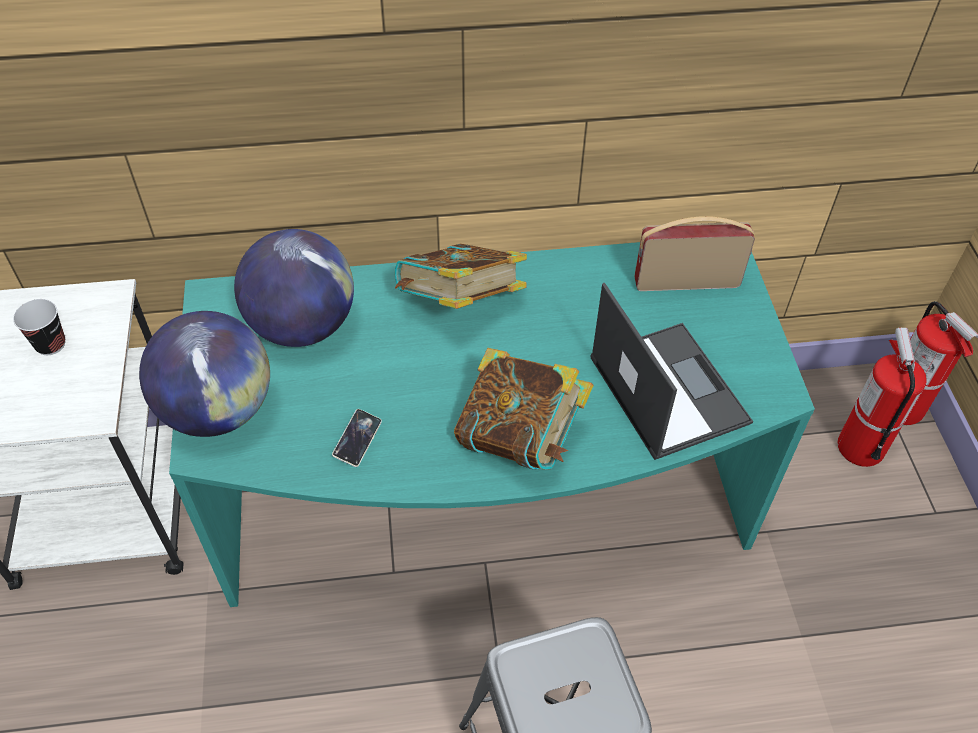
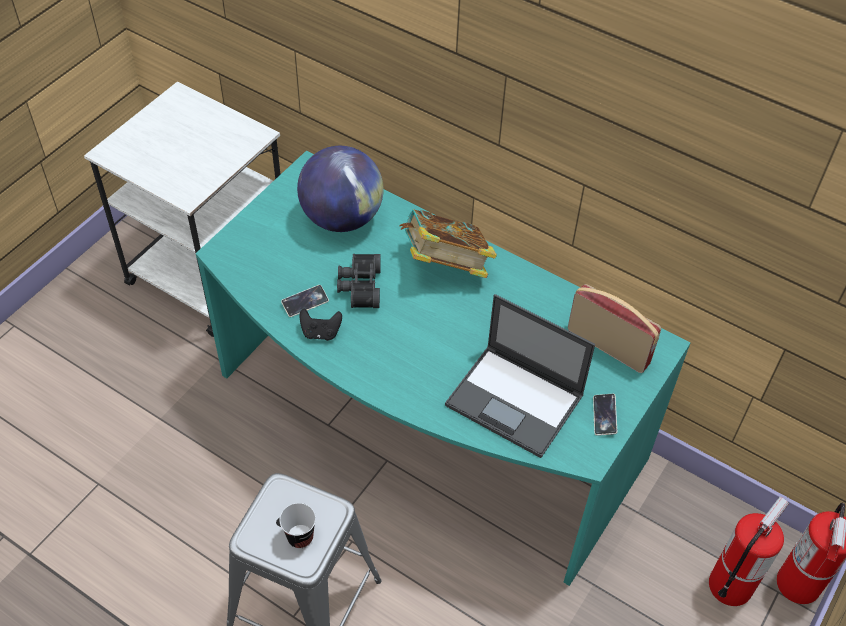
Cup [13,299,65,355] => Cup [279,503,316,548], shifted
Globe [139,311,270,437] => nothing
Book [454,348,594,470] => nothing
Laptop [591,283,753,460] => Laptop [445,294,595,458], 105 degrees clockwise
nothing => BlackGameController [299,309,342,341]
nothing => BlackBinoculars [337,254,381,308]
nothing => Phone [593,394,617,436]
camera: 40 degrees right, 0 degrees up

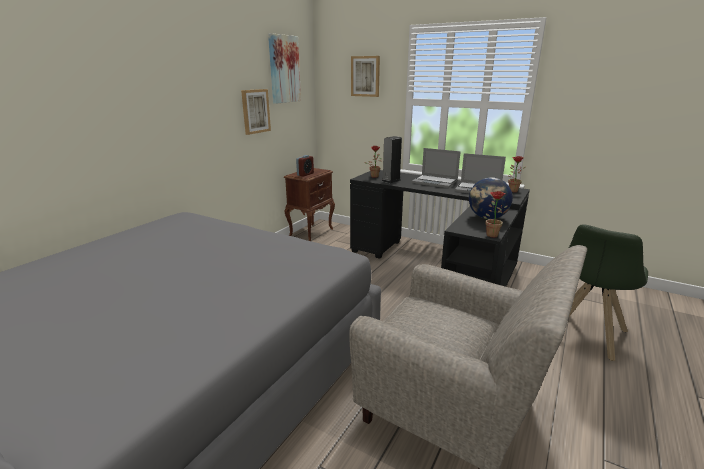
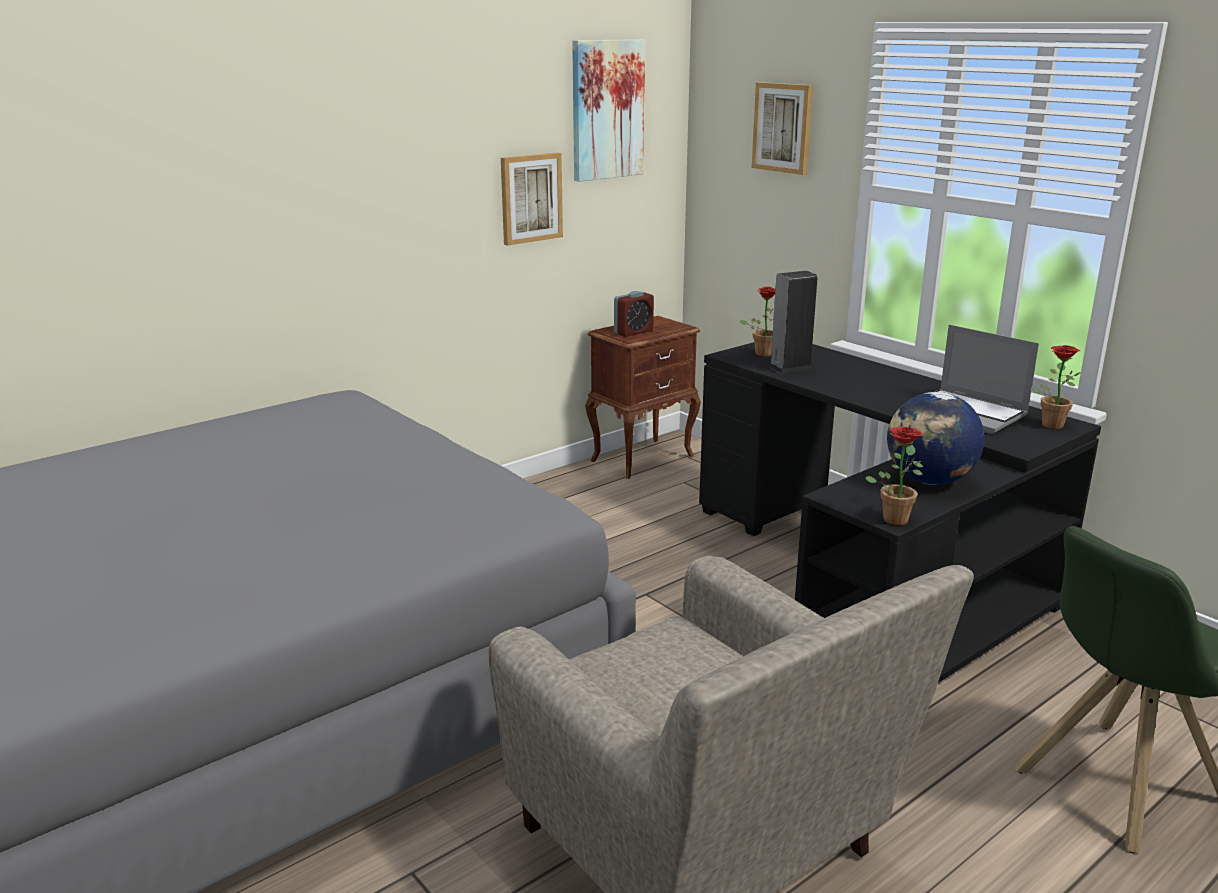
Laptop [412,148,461,188] => nothing
camera: 20 degrees right, 0 degrees up

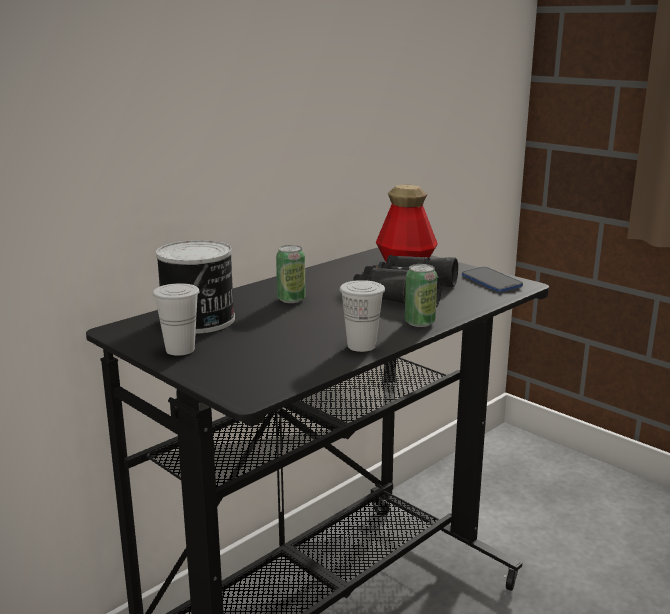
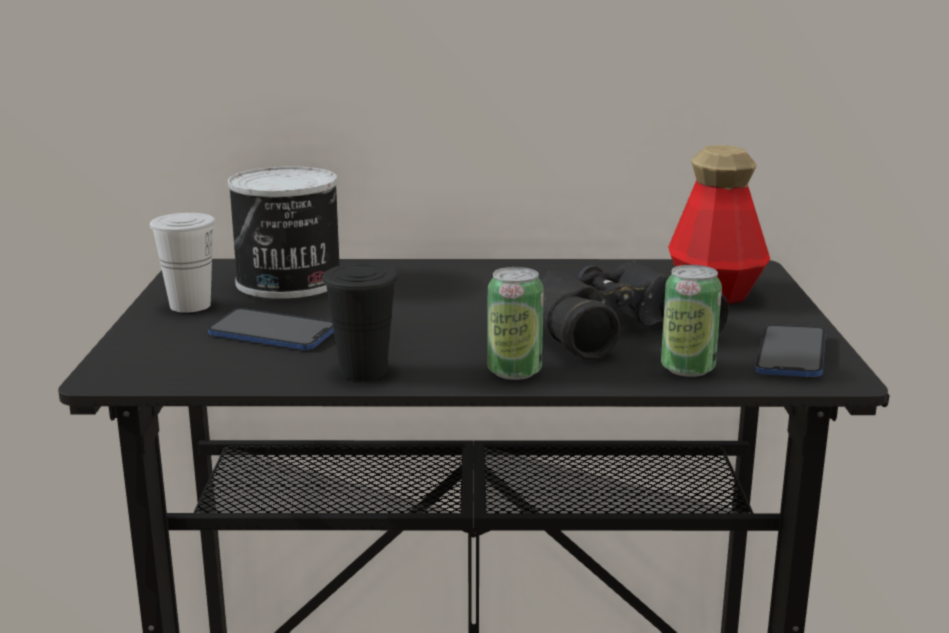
Can [276,245,305,303] => Can [661,265,722,377], shifted
WhiteCup [340,280,385,352] => BlackCup [322,263,398,381]
nothing => Phone [208,308,334,350]
camera: 45 degrees right, 0 degrees up

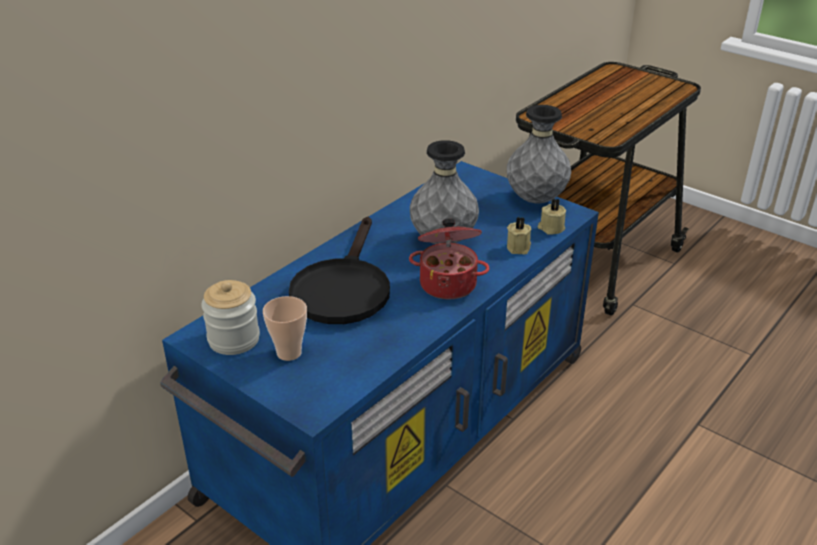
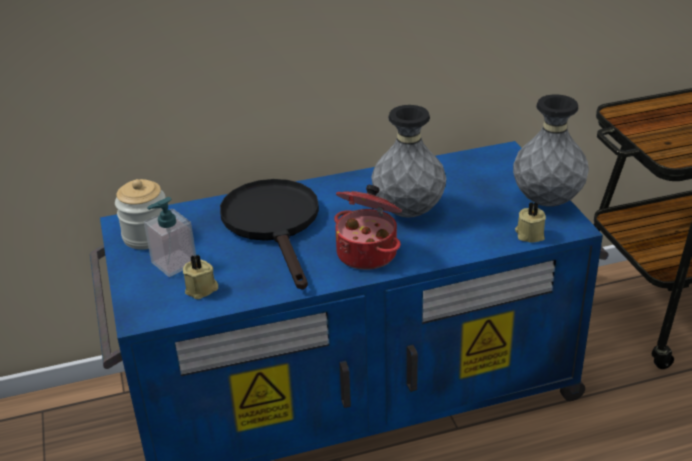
Cup [263,296,307,361] => SoapDispenser [144,197,196,277]
BlackFryingPan [289,217,390,324] => BlackFryingPan [220,179,319,290], 120 degrees clockwise
BeigeCandle [507,217,531,254] => BeigeCandle [183,254,218,299], shifted
camera: 35 degrees right, 0 degrees up

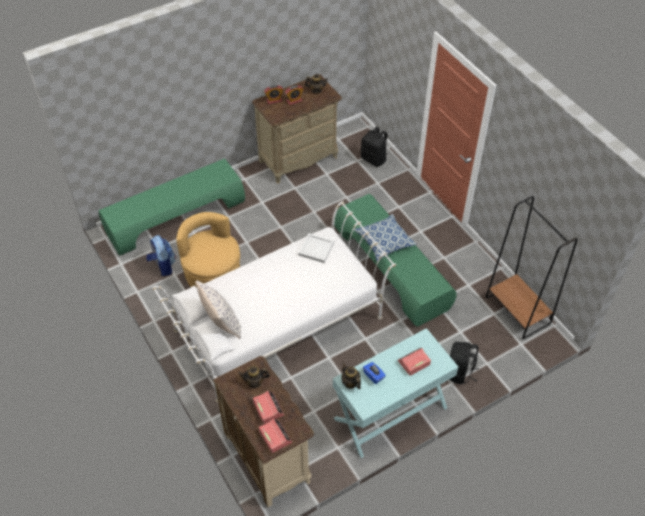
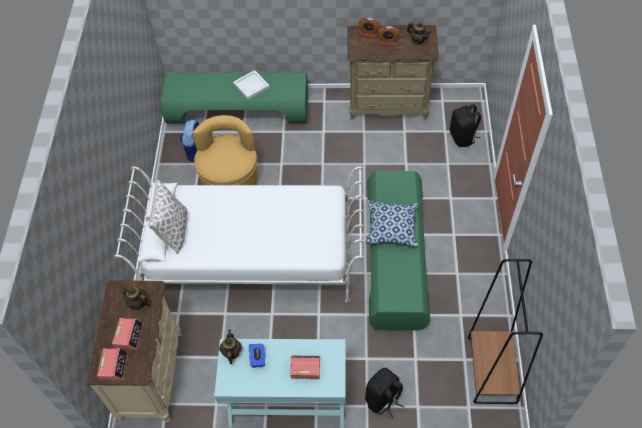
WhiteTray [298,233,334,263] => WhiteTray [233,70,270,100], shifted
camera: 35 degrees right, 5 degrees up

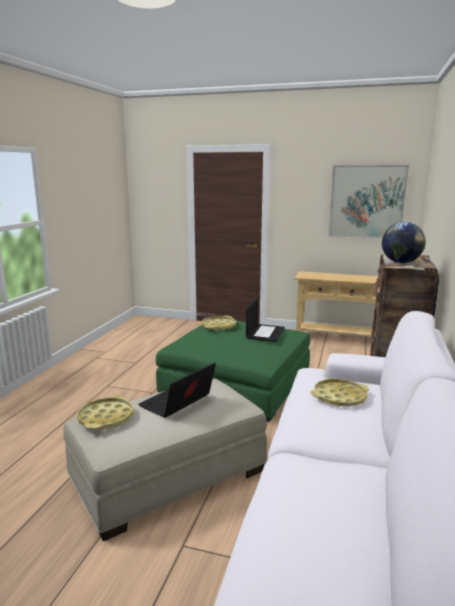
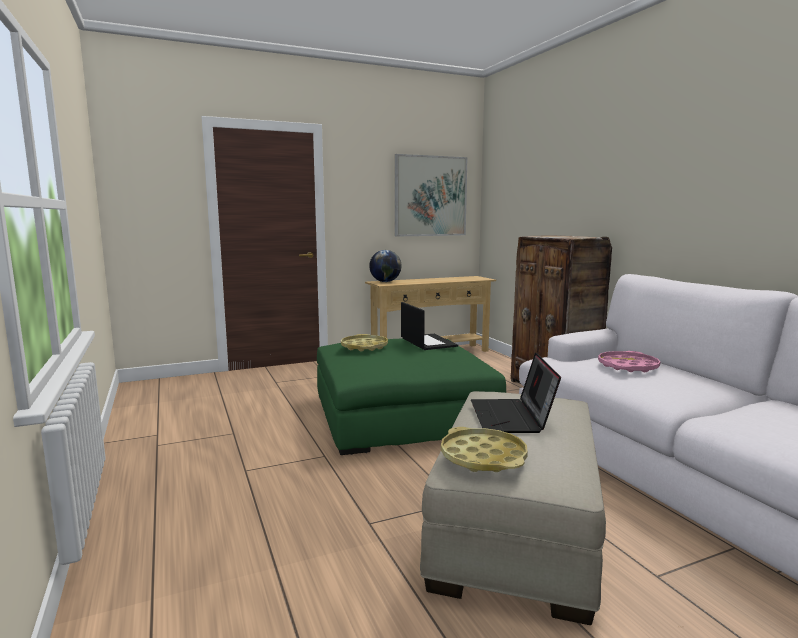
YellowTray [311,379,369,406] => PinkTray [598,351,660,372]
Globe [382,222,426,263] => Globe [369,250,401,282], shifted
camera: 40 degrees left, 5 degrees down

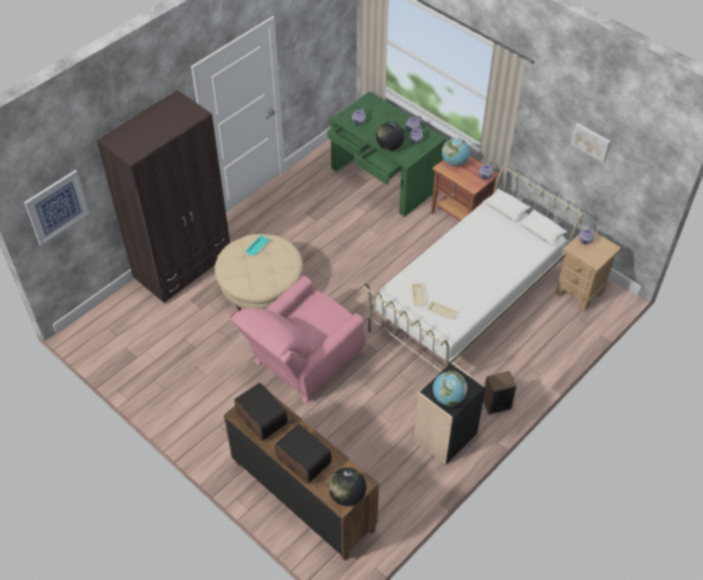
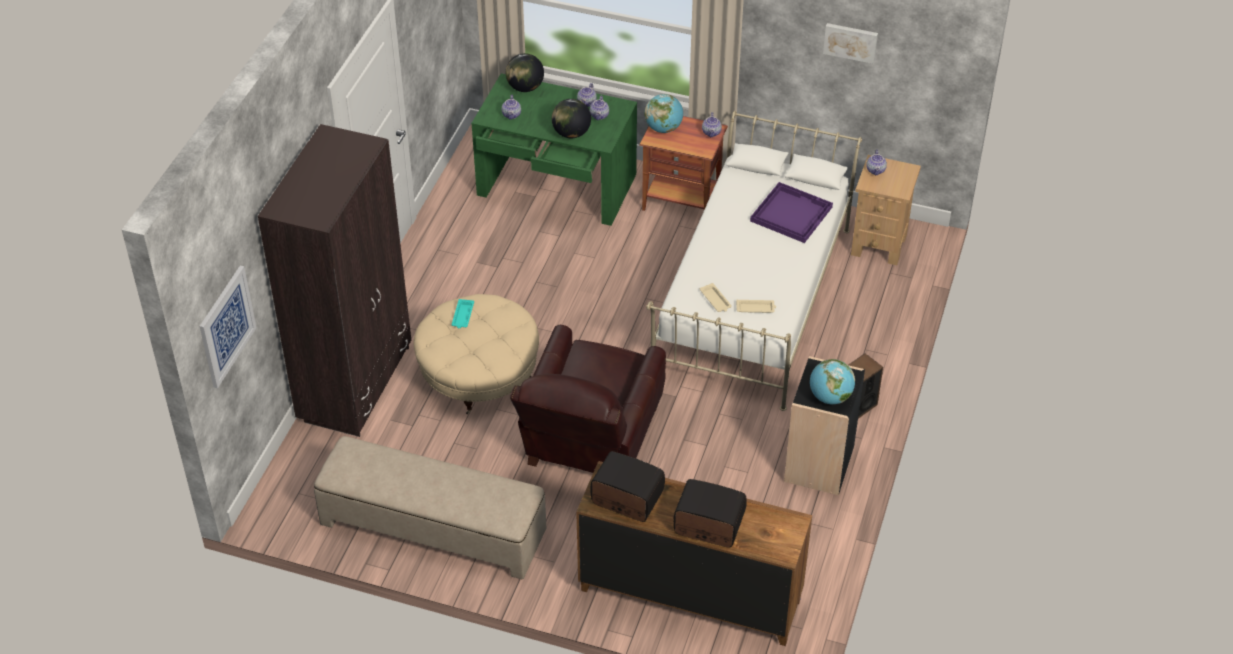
PinkArmchair [229,276,366,404] => BrownArmchair [510,325,666,473]
Globe [329,468,366,506] => Globe [506,53,544,92], shifted
nothing => BeigeBench [314,436,546,579]
nothing => PurpleTray [750,182,833,243]
camera: 25 degrees left, 5 degrees down

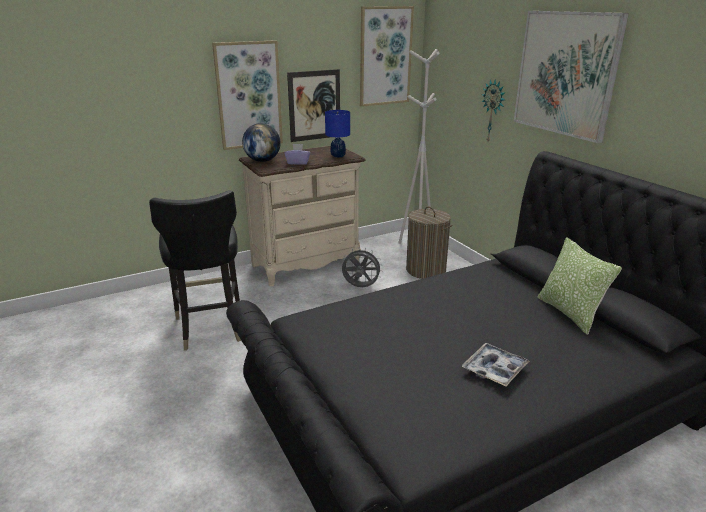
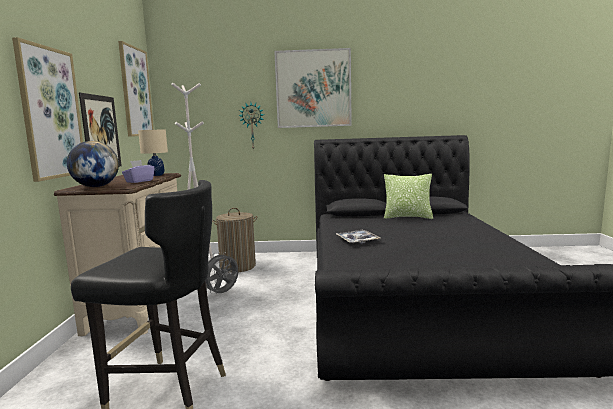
BlueTableLamp [325,110,350,158] => BeigeTableLamp [138,129,168,176]
Tray [462,343,530,386] => Tray [336,230,380,244], shifted
camera: 60 degrees left, 15 degrees down

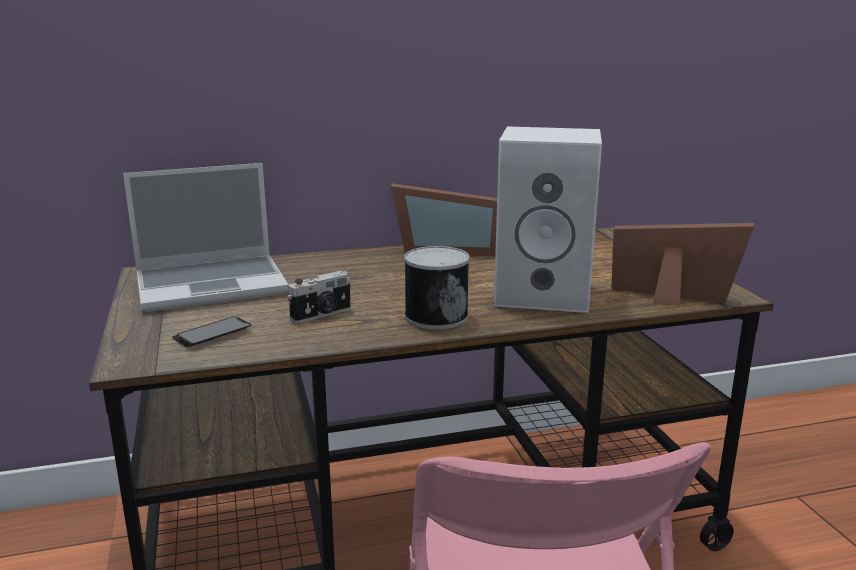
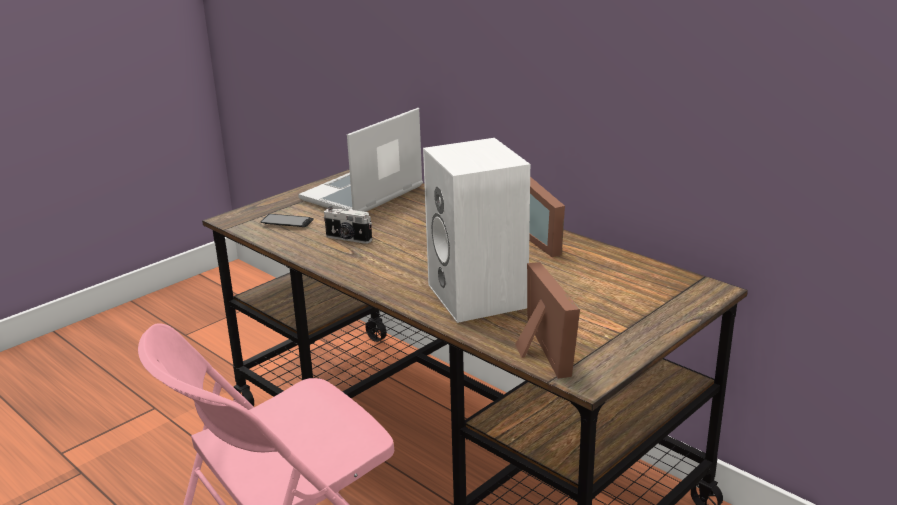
Laptop [123,163,289,312] => Laptop [298,108,423,212], 90 degrees clockwise
Can [404,246,470,330] => nothing
camera: 60 degrees right, 5 degrees up

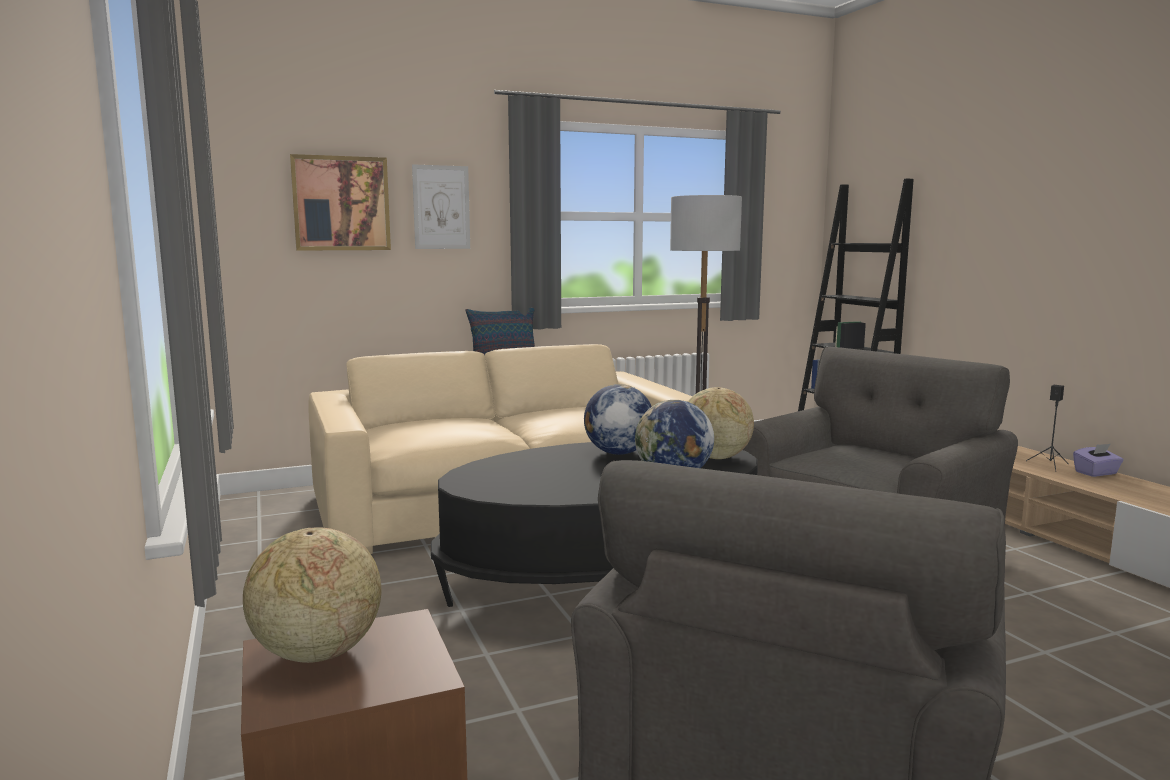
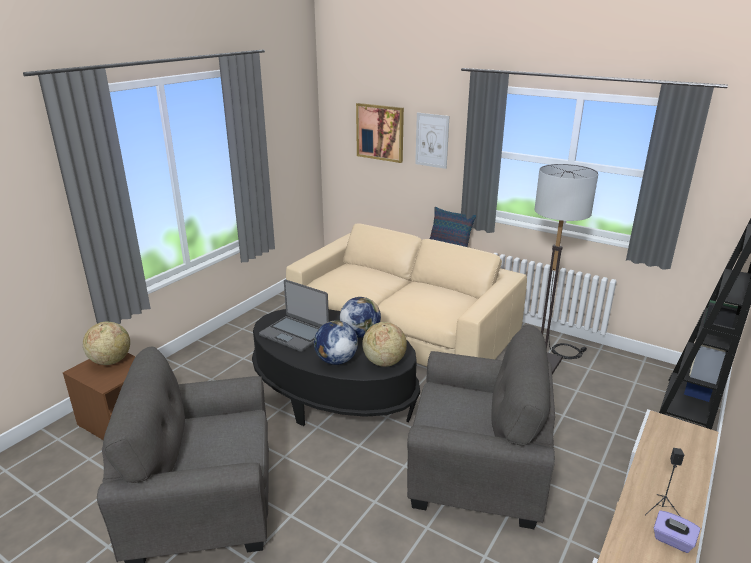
nothing => Laptop [259,279,329,352]
camera: 55 degrees right, 15 degrees up

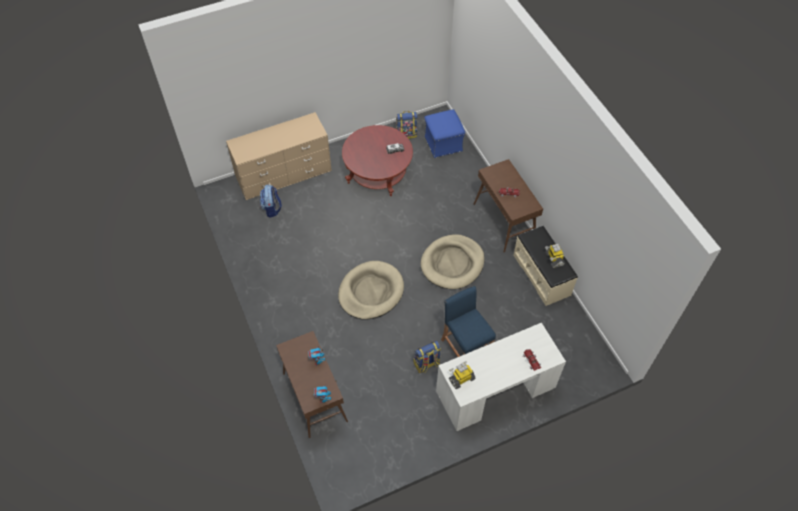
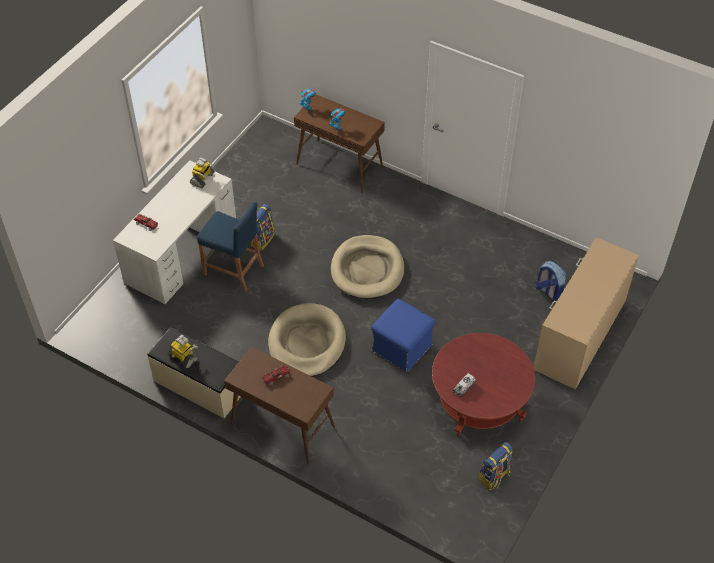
BlueOttoman [424,109,465,158] => BlueOttoman [371,299,436,372], shifted
camera: 145 degrees right, 5 degrees down

